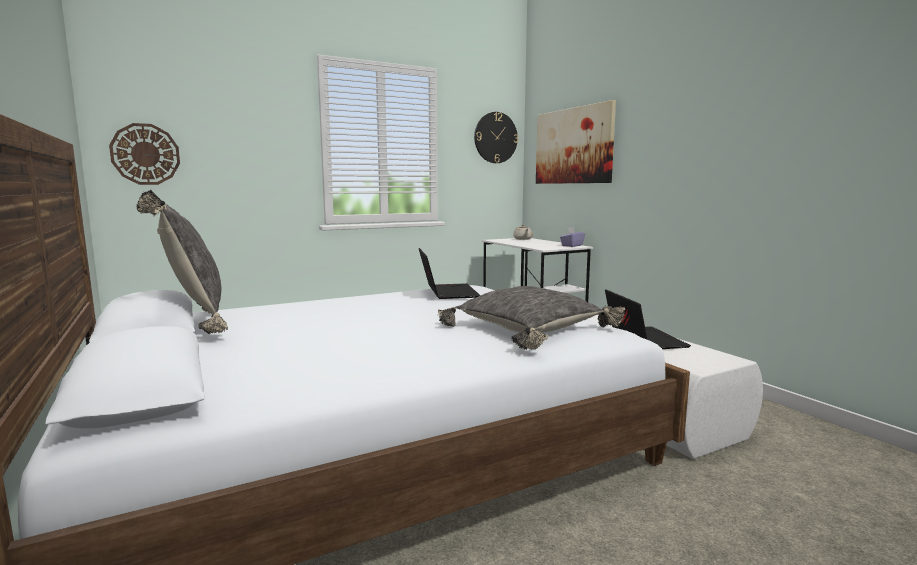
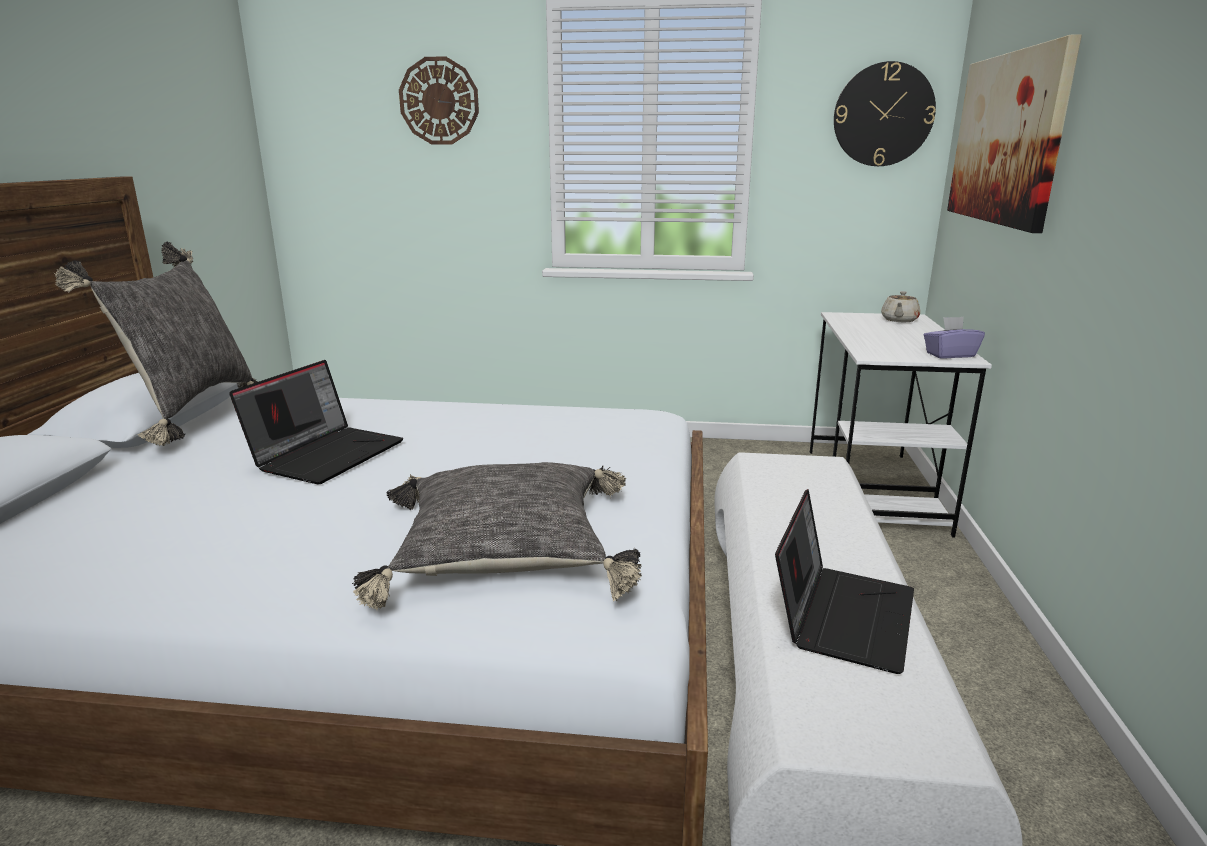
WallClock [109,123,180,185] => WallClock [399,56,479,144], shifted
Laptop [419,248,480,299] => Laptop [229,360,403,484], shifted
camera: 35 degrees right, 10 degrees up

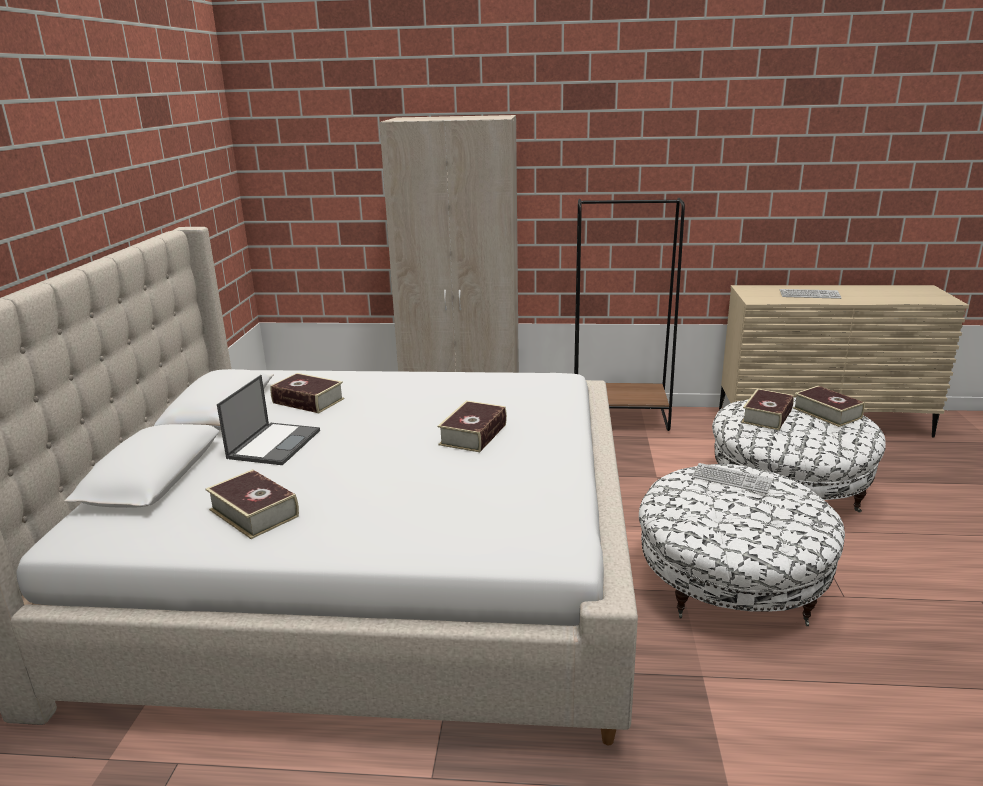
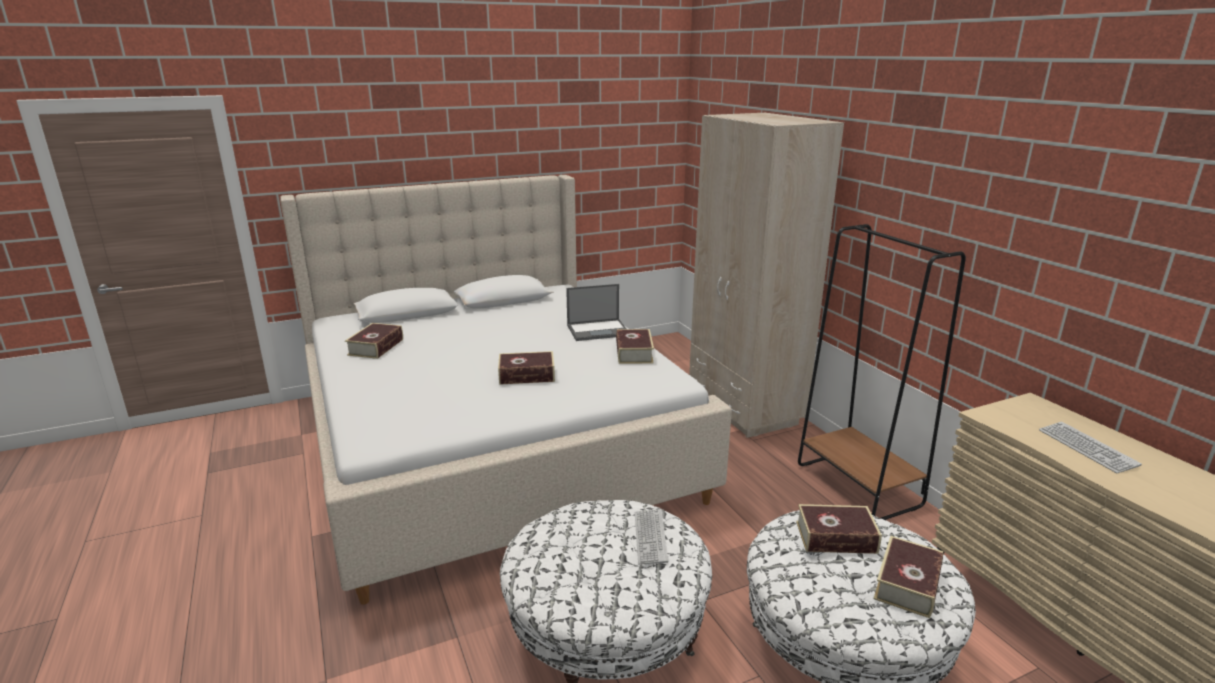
Laptop [217,375,320,465] => Laptop [566,284,626,341], shifted
Book [270,373,344,413] => Book [616,329,654,364], shifted
camera: 60 degrees right, 0 degrees up

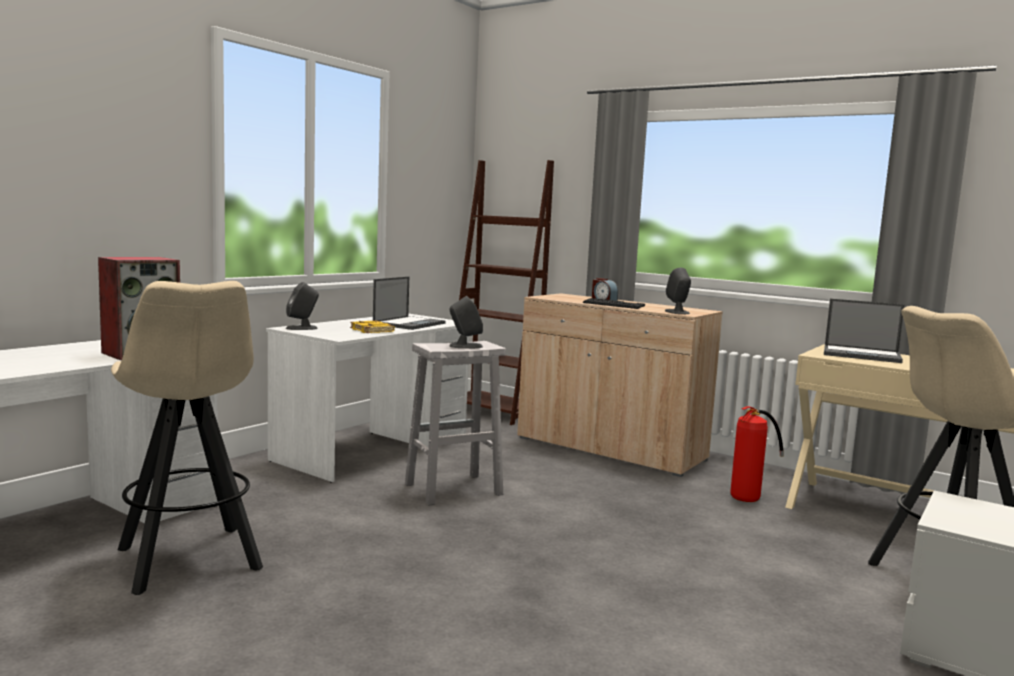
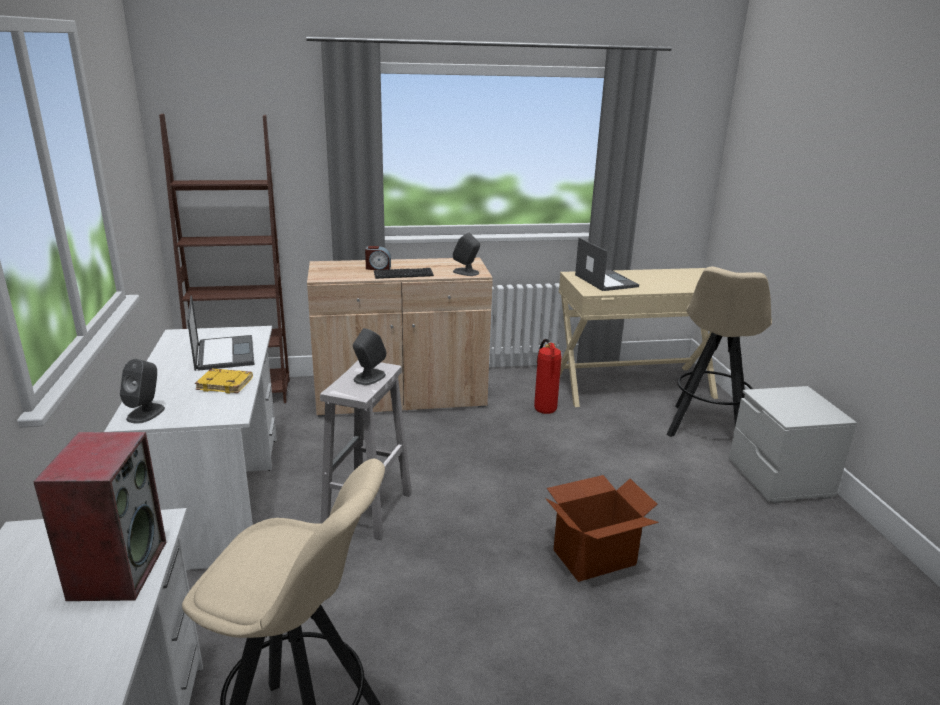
Laptop [824,299,905,363] => Laptop [575,237,639,291], 90 degrees counterclockwise
nothing => CardboardBox [546,475,659,582]
camera: 45 degrees left, 15 degrees up

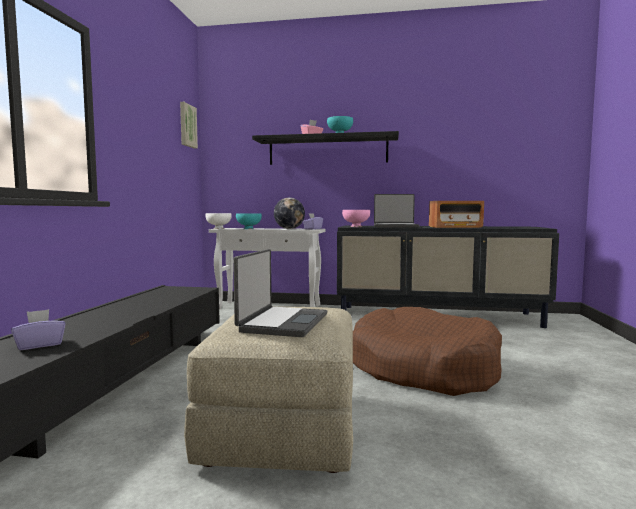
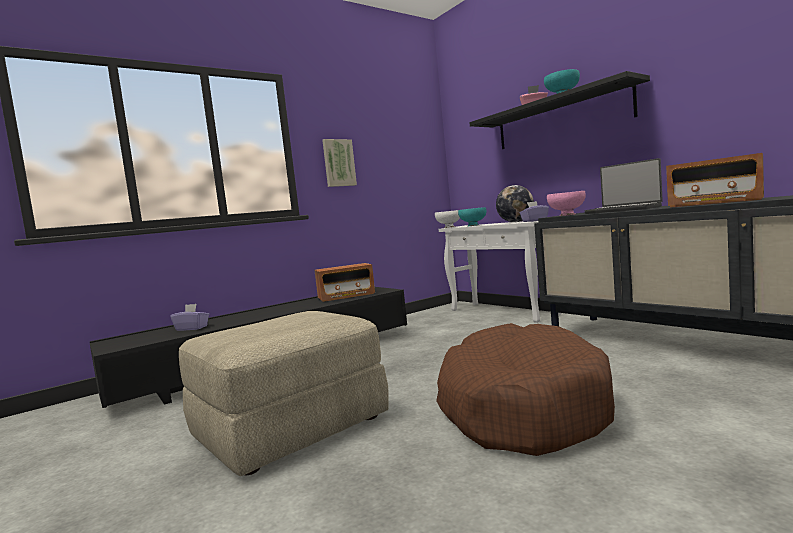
Picture [180,102,198,149] => Picture [322,139,357,187], shifted
Laptop [233,249,327,337] => nothing
nothing => Radio [315,263,375,302]
camera: 45 degrees right, 0 degrees up

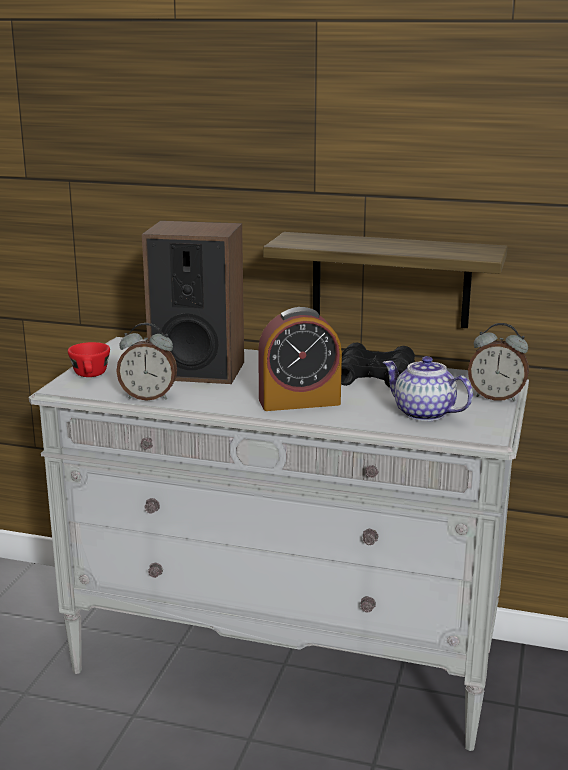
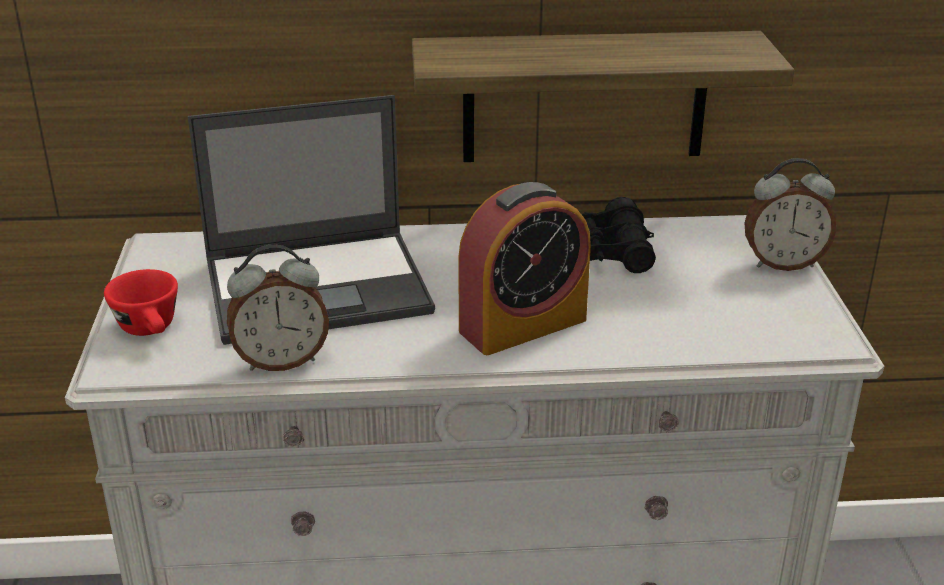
Speaker [142,221,244,384] => Laptop [188,95,435,345]
Teapot [383,356,473,422] => nothing
camera: 20 degrees left, 10 degrees up

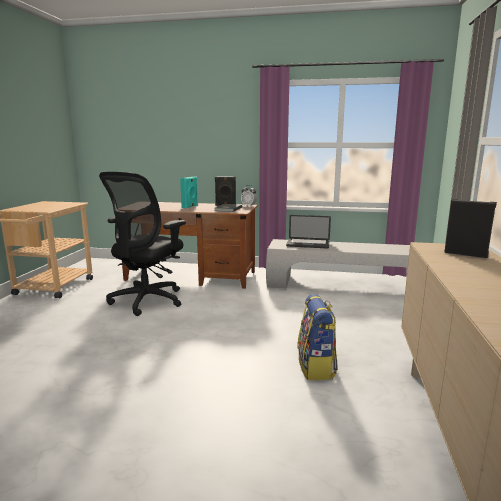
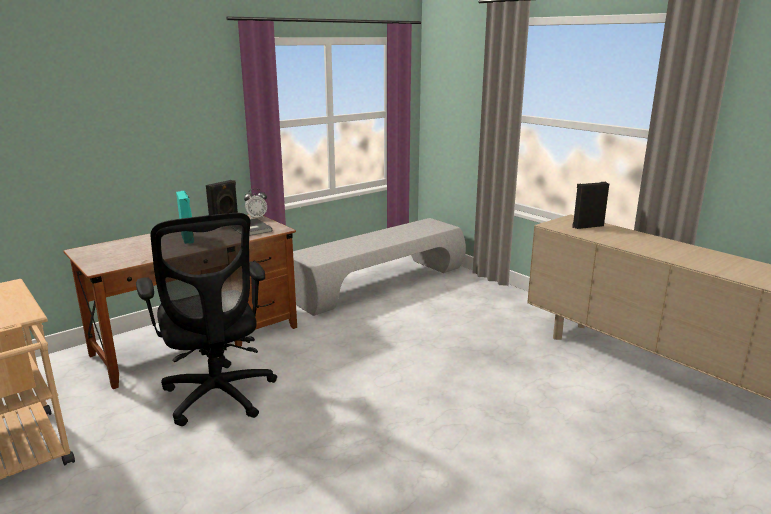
Laptop [286,215,331,248] => nothing
Backpack [297,294,338,380] => nothing
camera: 50 degrees left, 5 degrees up

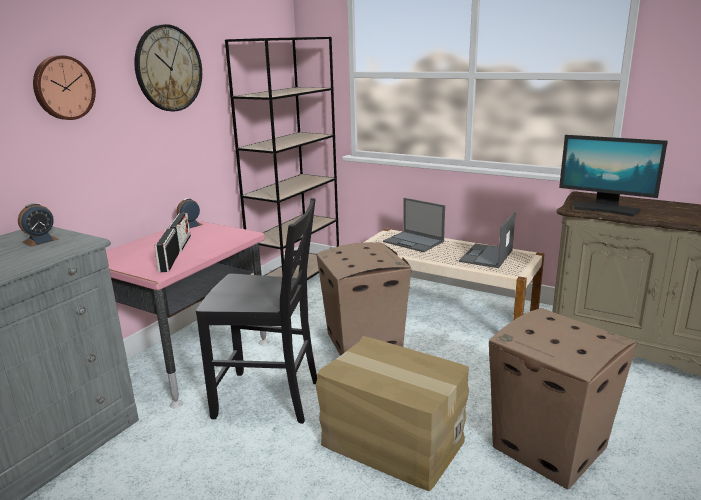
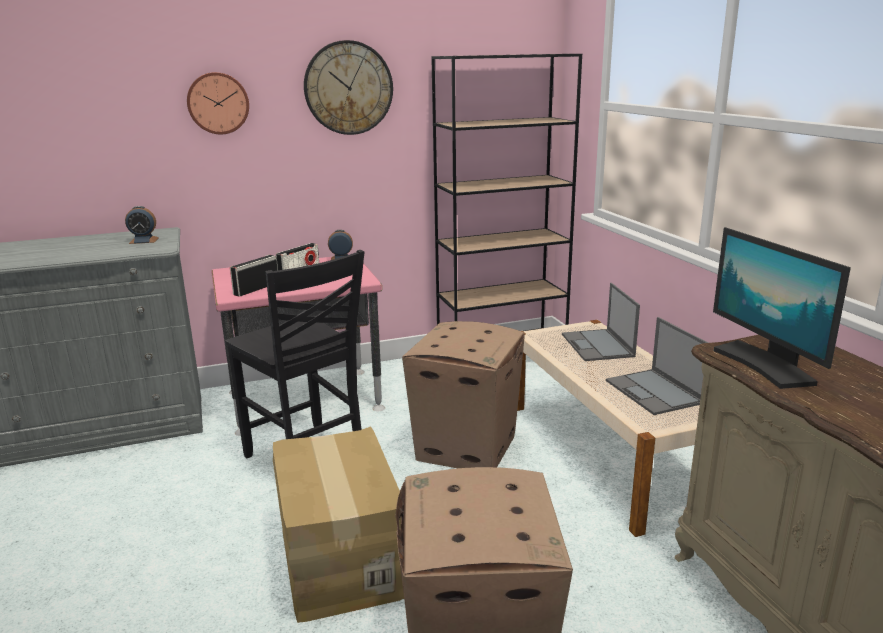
Laptop [459,212,516,268] => Laptop [606,317,708,415], 90 degrees counterclockwise
camera: 40 degrees right, 0 degrees up

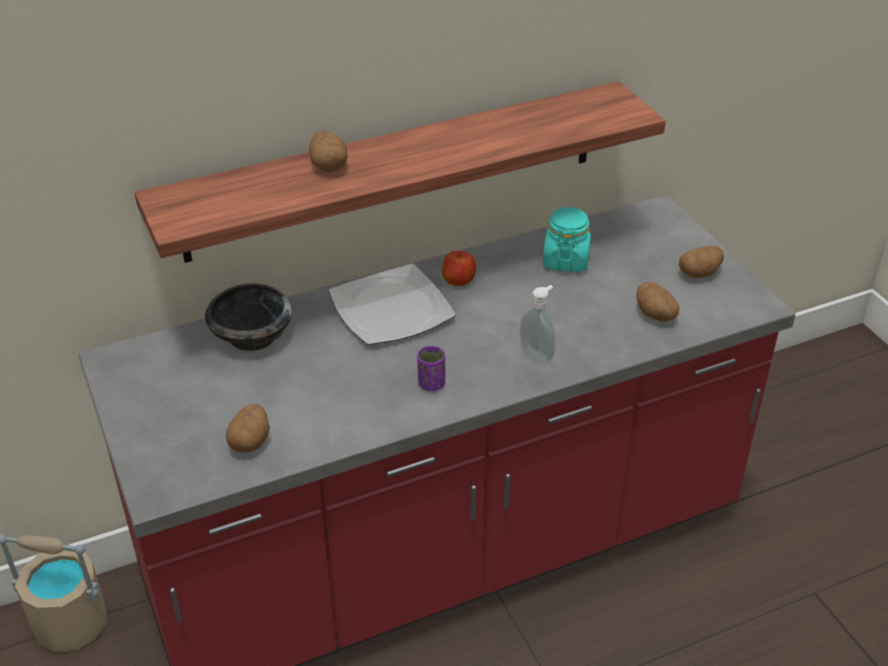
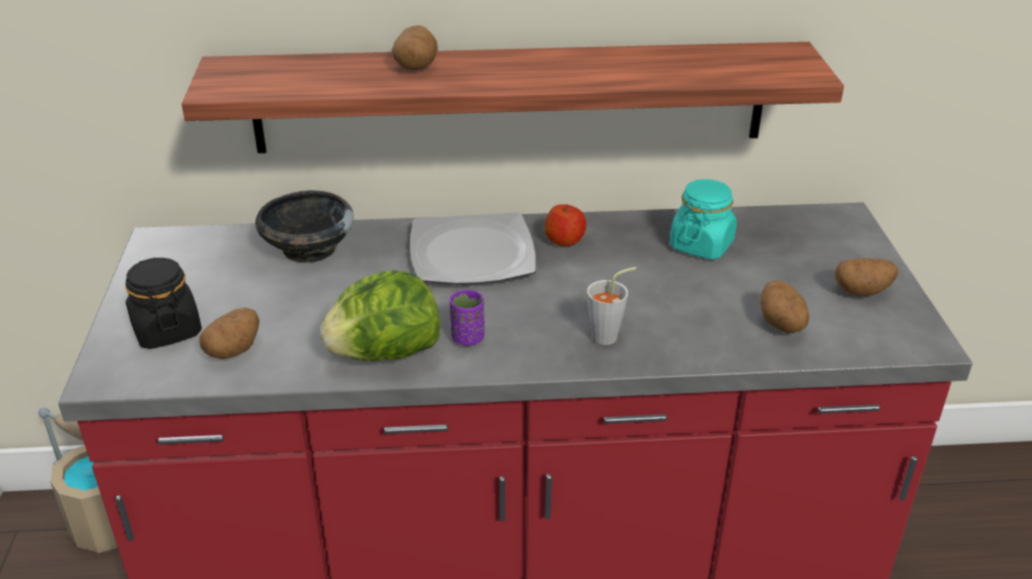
SoapDispenser [520,285,556,364] => GreyCup [587,267,636,345]
nothing => BlackJar [125,258,202,349]
nothing => Lettuce [321,270,440,361]
camera: 20 degrees right, 5 degrees down

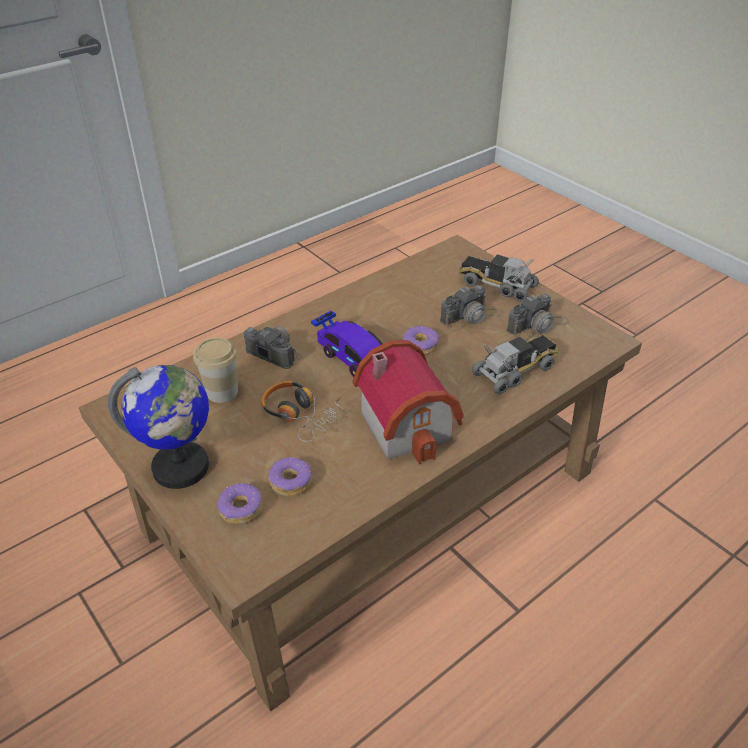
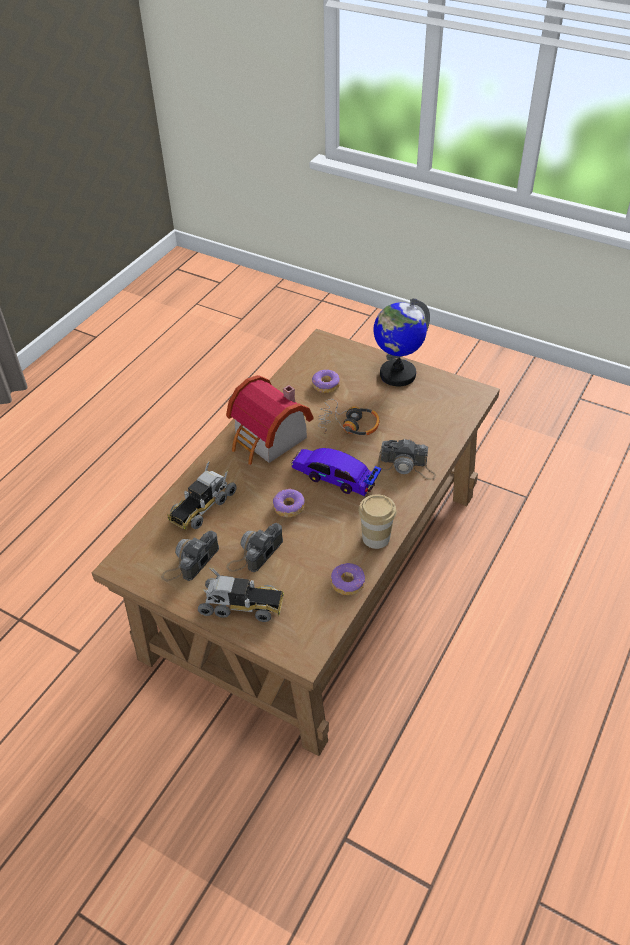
Cup [193,338,238,403] => Cup [358,494,397,549], shifted
Donut [217,483,262,525] => Donut [331,563,365,595], shifted
camera: 160 degrees right, 5 degrees up

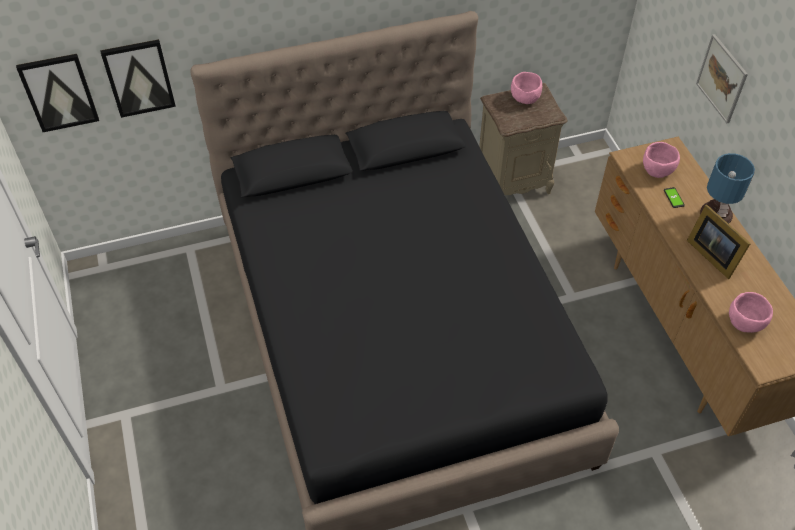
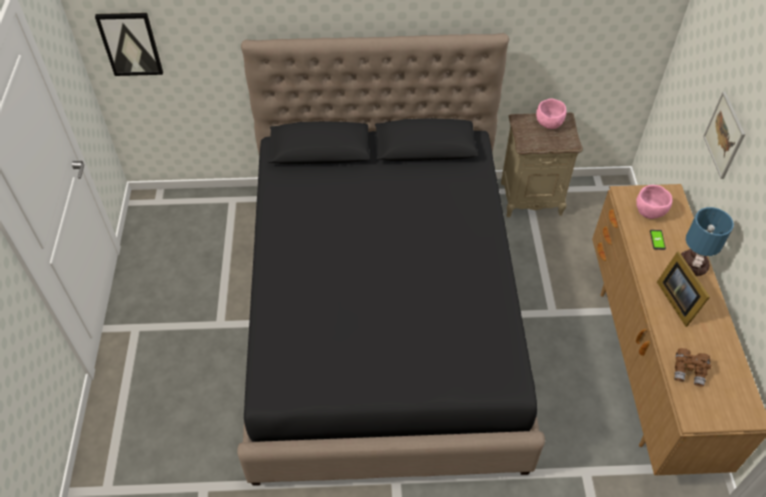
Picture [100,39,176,118] => nothing
PinkBowl [729,292,773,333] => BrownBinoculars [674,348,711,387]
camera: 15 degrees right, 0 degrees up

